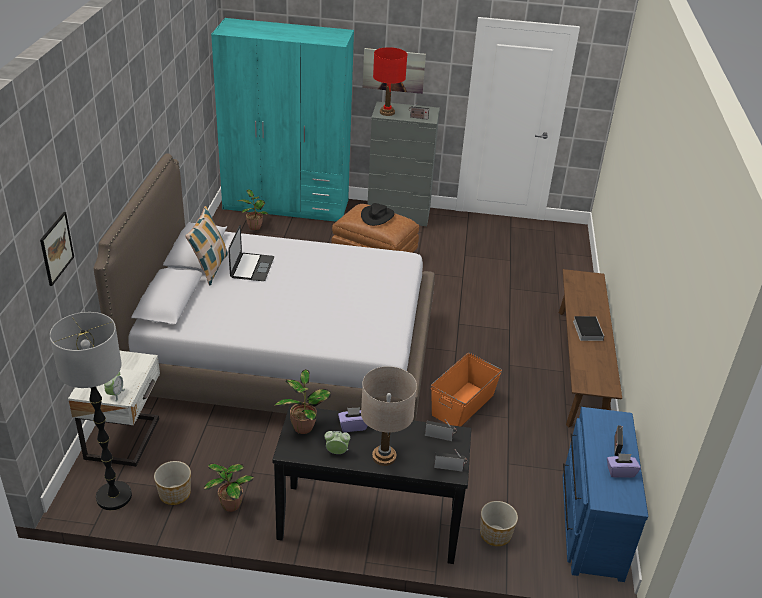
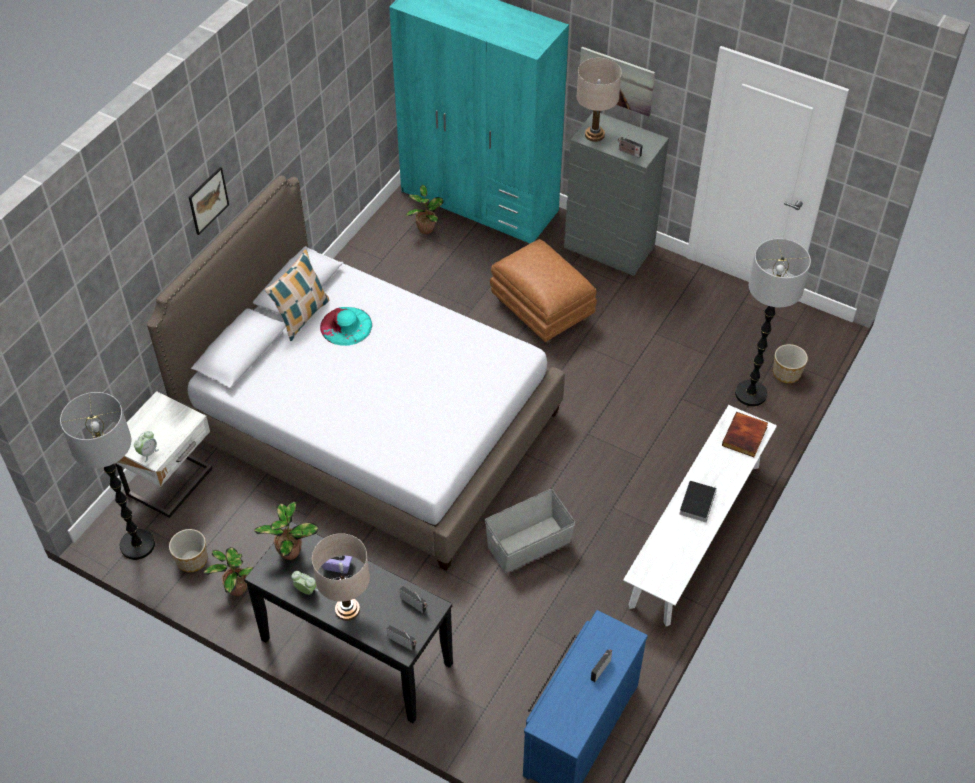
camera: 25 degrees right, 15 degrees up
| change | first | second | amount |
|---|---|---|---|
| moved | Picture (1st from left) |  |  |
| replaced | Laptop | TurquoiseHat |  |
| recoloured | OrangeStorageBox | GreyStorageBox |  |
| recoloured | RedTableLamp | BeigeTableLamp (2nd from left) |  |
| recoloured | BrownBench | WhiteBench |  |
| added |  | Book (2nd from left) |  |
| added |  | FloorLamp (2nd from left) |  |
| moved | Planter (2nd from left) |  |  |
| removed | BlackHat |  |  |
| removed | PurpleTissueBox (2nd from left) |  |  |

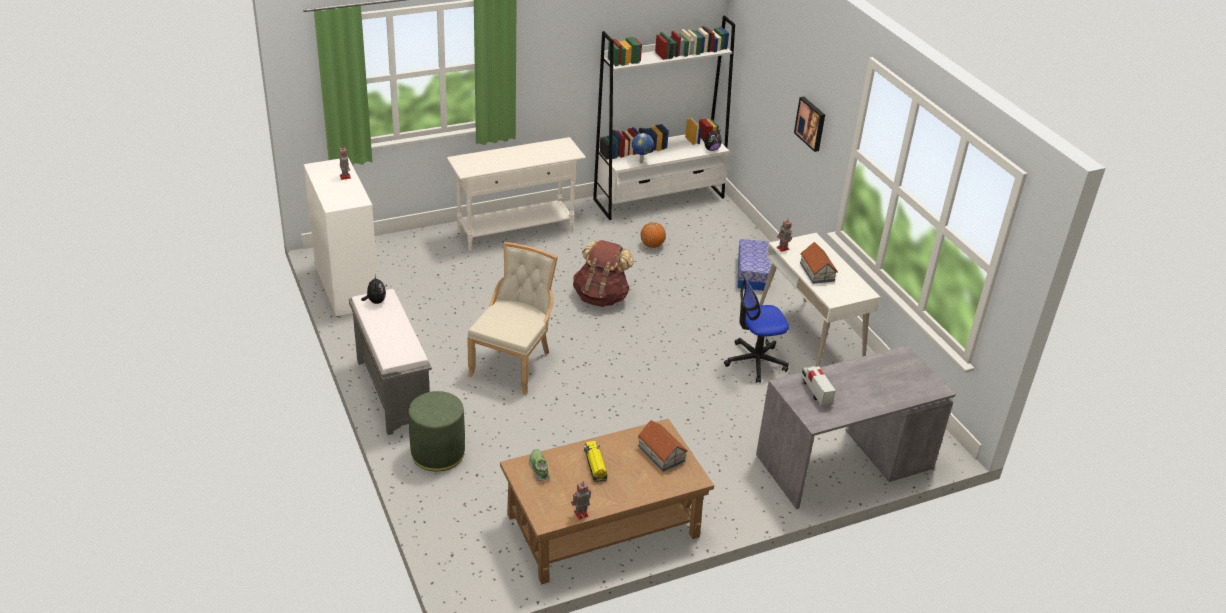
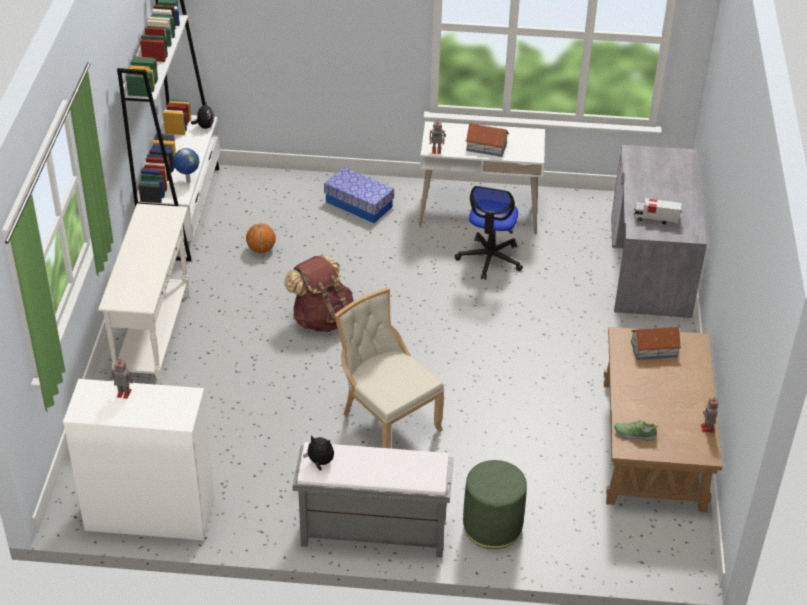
camera: 60 degrees left, 5 degrees up
| change | first | second | amount |
|---|---|---|---|
| removed | ToyTruck (1st from left) |  |  |
| removed | Picture |  |  |

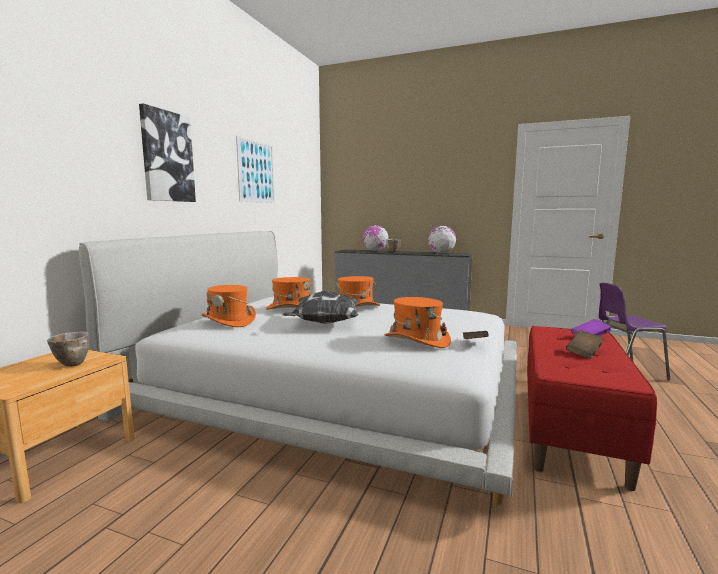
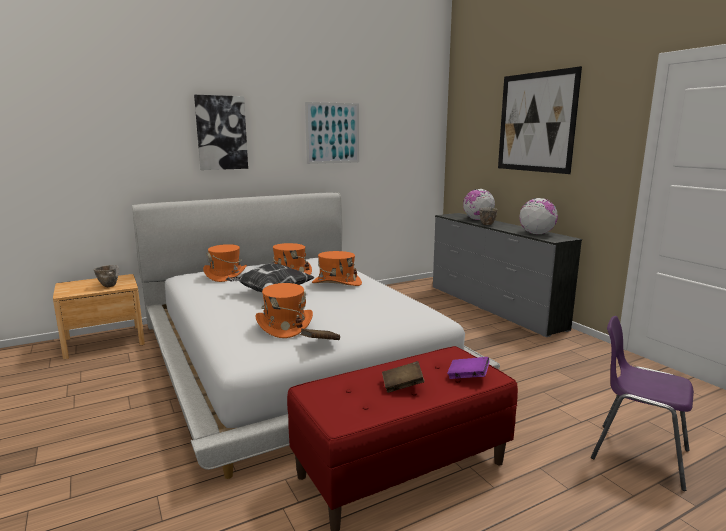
camera: 40 degrees right, 5 degrees up
| change | first | second | amount |
|---|---|---|---|
| added |  | Picture (3rd from left) |  |

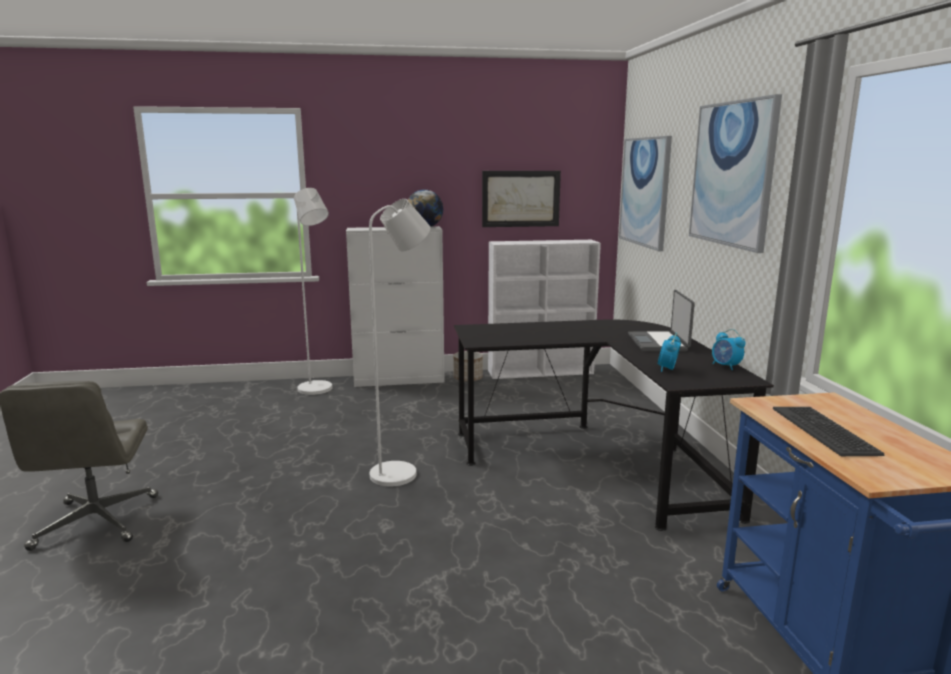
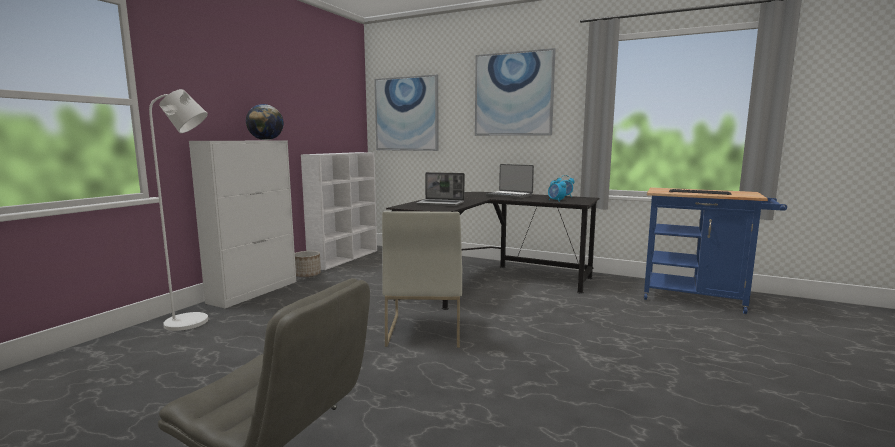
camera: 55 degrees left, 5 degrees down
| change | first | second | amount |
|---|---|---|---|
| replaced | WhiteFloorLamp (2nd from left) | WhiteChair |  |
| added |  | Laptop (1st from left) |  |
| removed | Picture (1st from left) |  |  |

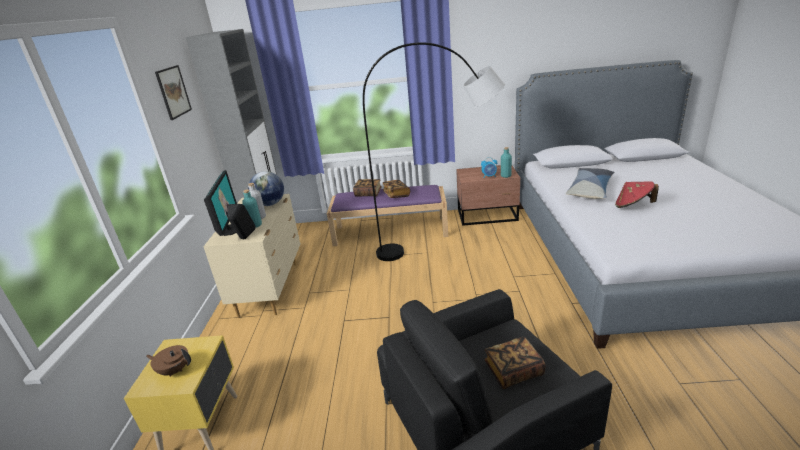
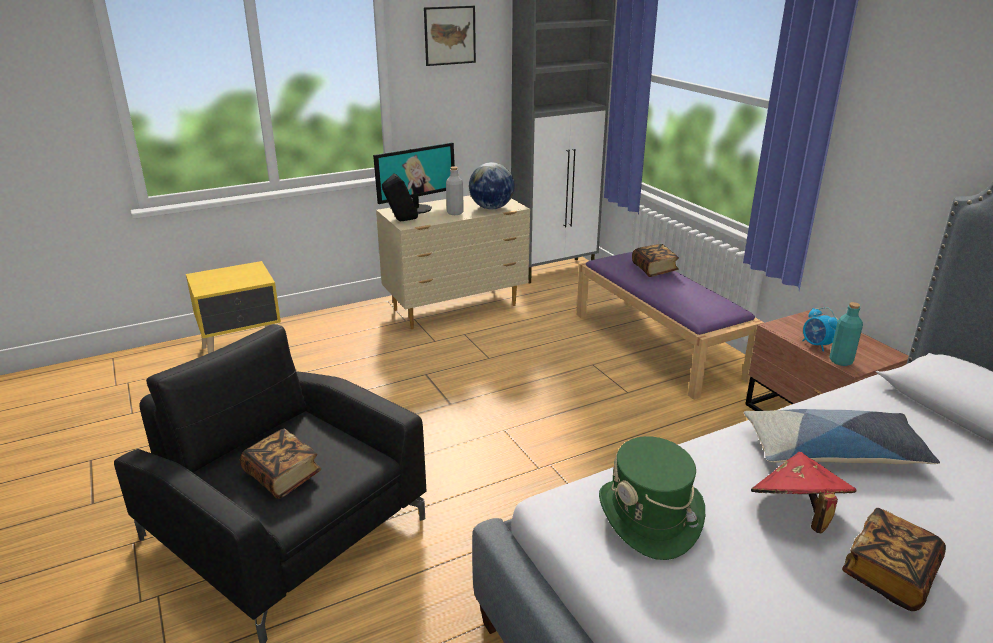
camera: 60 degrees right, 0 degrees up
| change | first | second | amount |
|---|---|---|---|
| added |  | GreenHat |  |
| moved | Book (2nd from left in the first image) | Book (3rd from left) |  |
| removed | BrownTeapot |  |  |
| removed | TurquoiseBottle (1st from left) |  |  |
| removed | GreyFloorLamp |  |  |

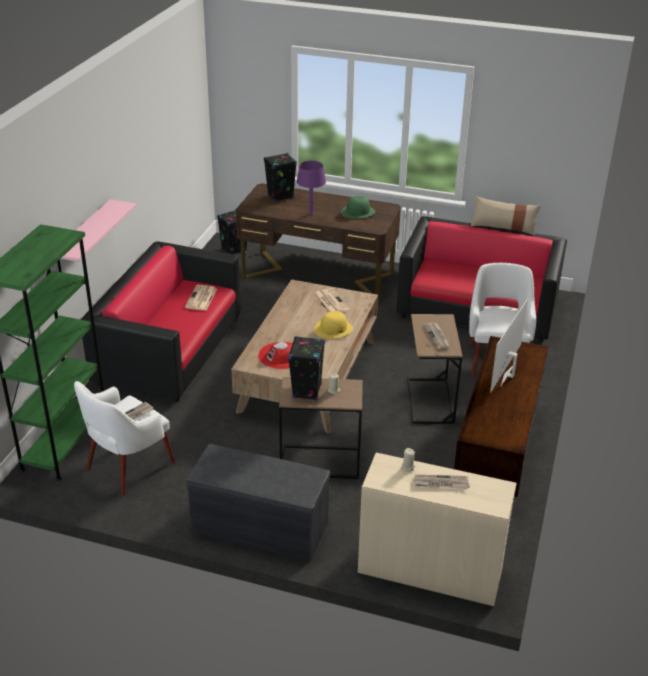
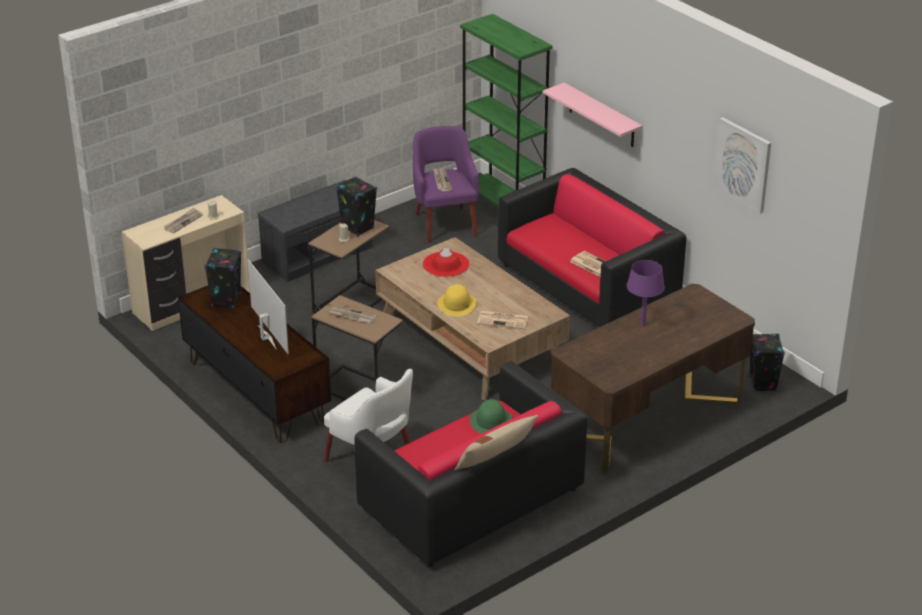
camera: 125 degrees right, 0 degrees up
| change | first | second | amount |
|---|---|---|---|
| moved | BlackSpeaker (2nd from left in the first image) | BlackSpeaker (1st from left) |  |
| recoloured | WhiteArmchair (1st from left) | PurpleArmchair |  |
| moved | GreenHat |  |  |
| added |  | Picture |  |

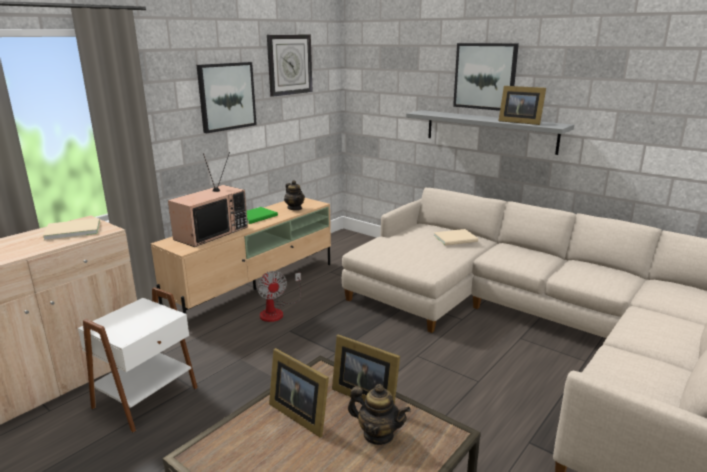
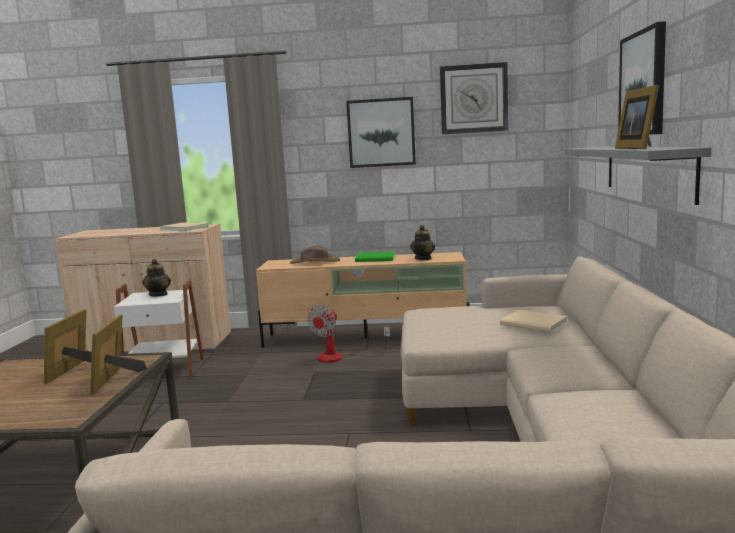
camera: 55 degrees right, 10 degrees down
| change | first | second | amount |
|---|---|---|---|
| moved | Teapot (2nd from left in the first image) | Teapot (1st from left) |  |
| replaced | Television | BrownHat |  |

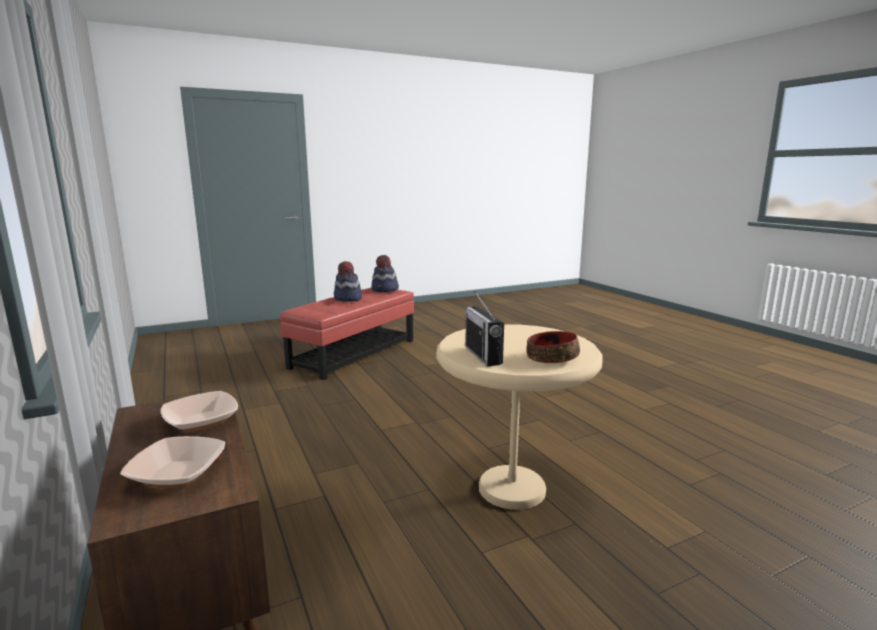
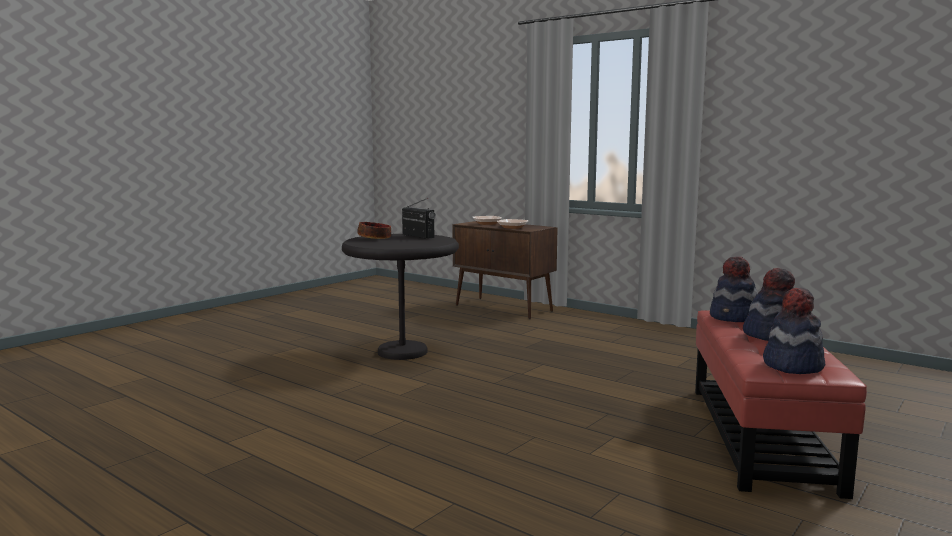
camera: 155 degrees right, 5 degrees down
| change | first | second | amount |
|---|---|---|---|
| recoloured | BeigeSideTable | BlackSideTable |  |
| added |  | Hat (1st from left) |  |

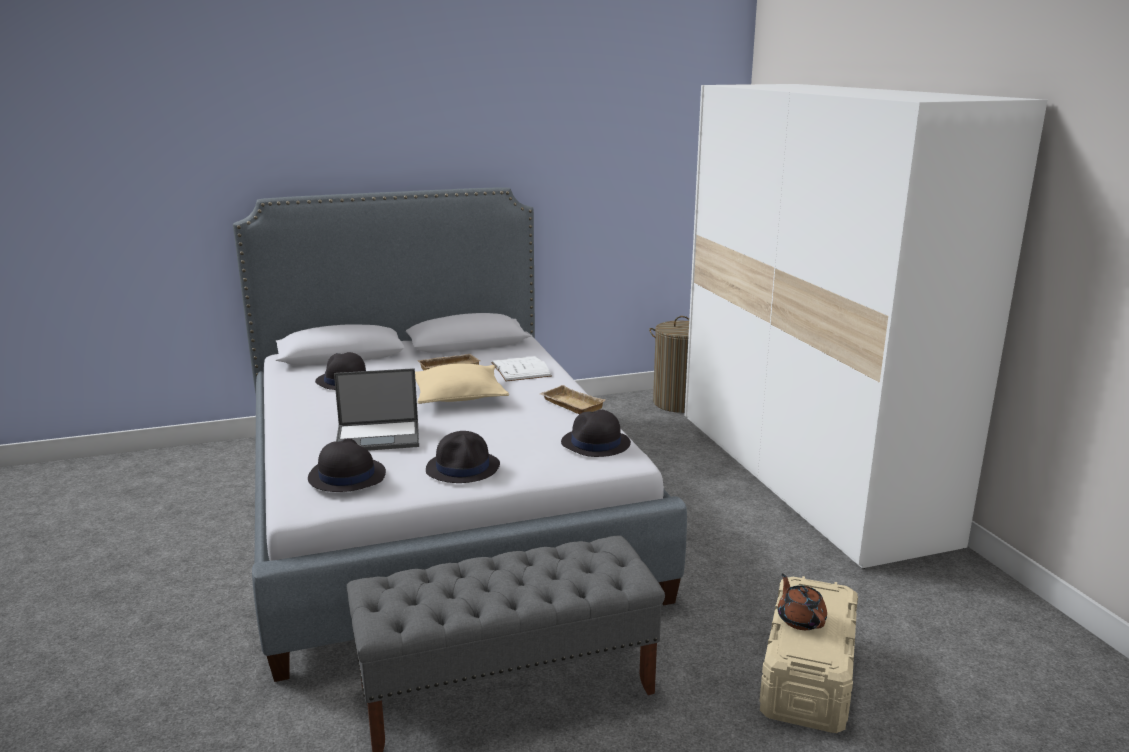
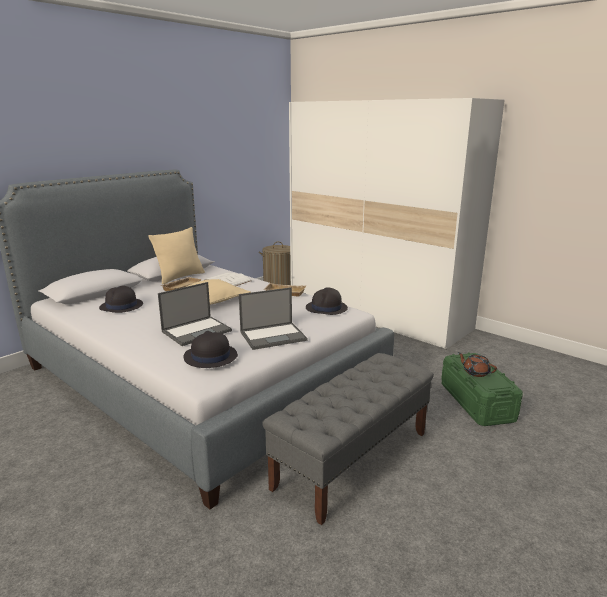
camera: 30 degrees left, 0 degrees up
| change | first | second | amount |
|---|---|---|---|
| added |  | BeigePillow (1st from left) |  |
| replaced | BlackHat (3rd from left) | Laptop (2nd from left) |  |
| recoloured | BeigeStorageBox | GreenStorageBox |  |

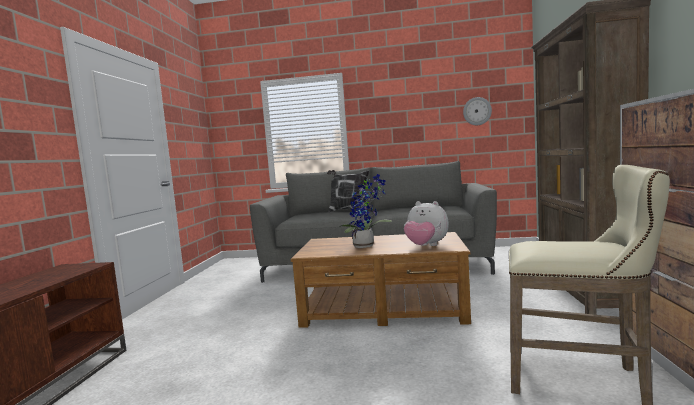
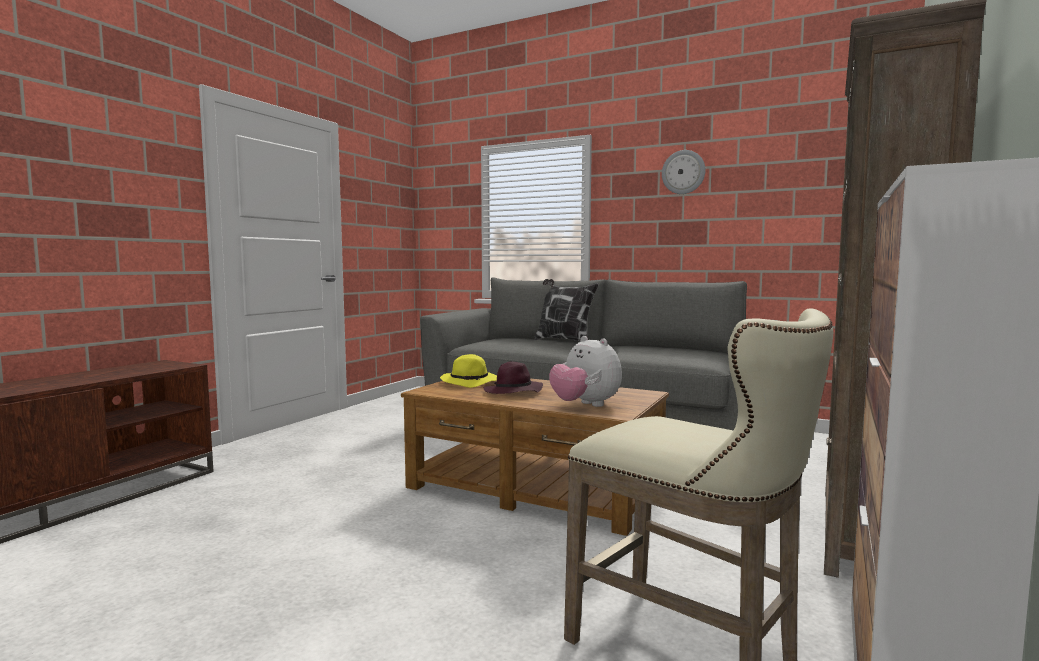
camera: 20 degrees right, 0 degrees up
| change | first | second | amount |
|---|---|---|---|
| added |  | YellowHat |  |
| replaced | PottedPlant | PurpleHat |  |
| moved | WallClock |  |  |

